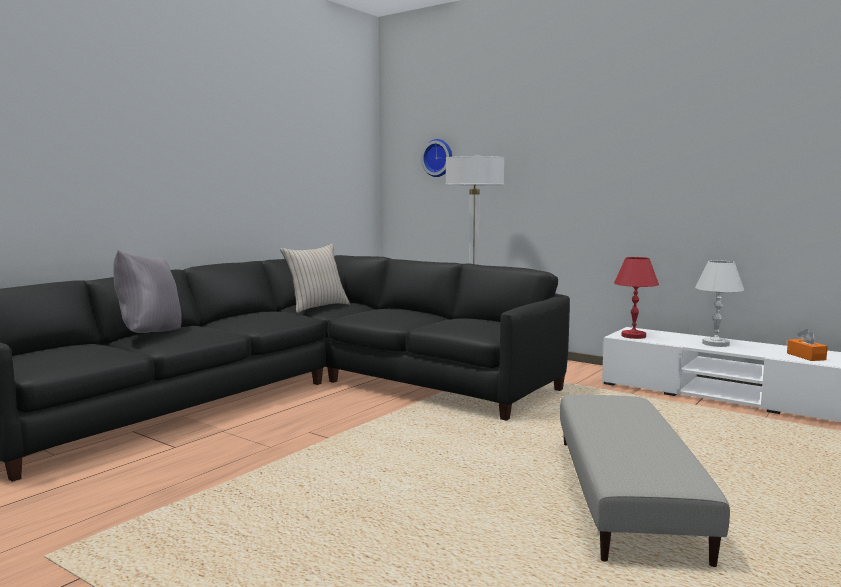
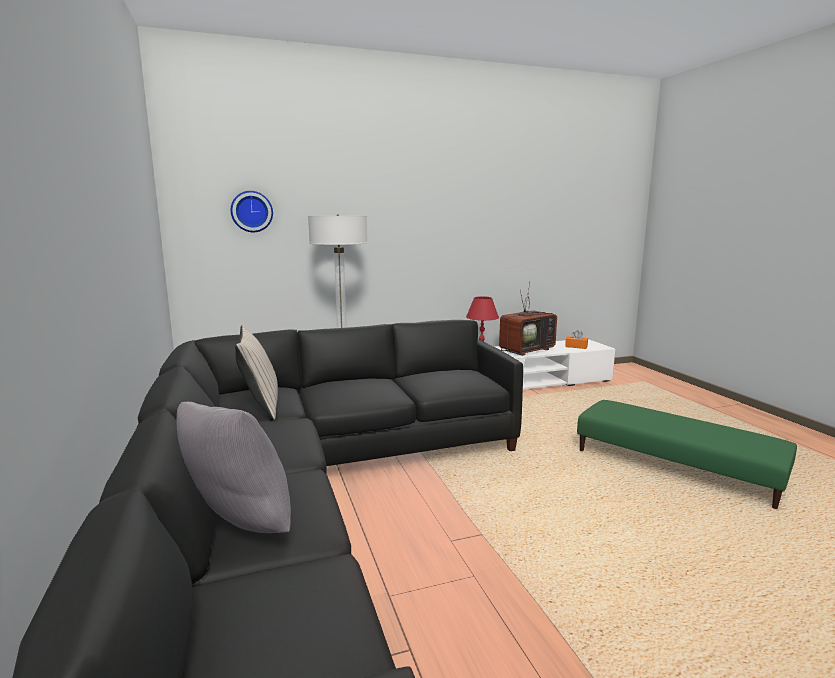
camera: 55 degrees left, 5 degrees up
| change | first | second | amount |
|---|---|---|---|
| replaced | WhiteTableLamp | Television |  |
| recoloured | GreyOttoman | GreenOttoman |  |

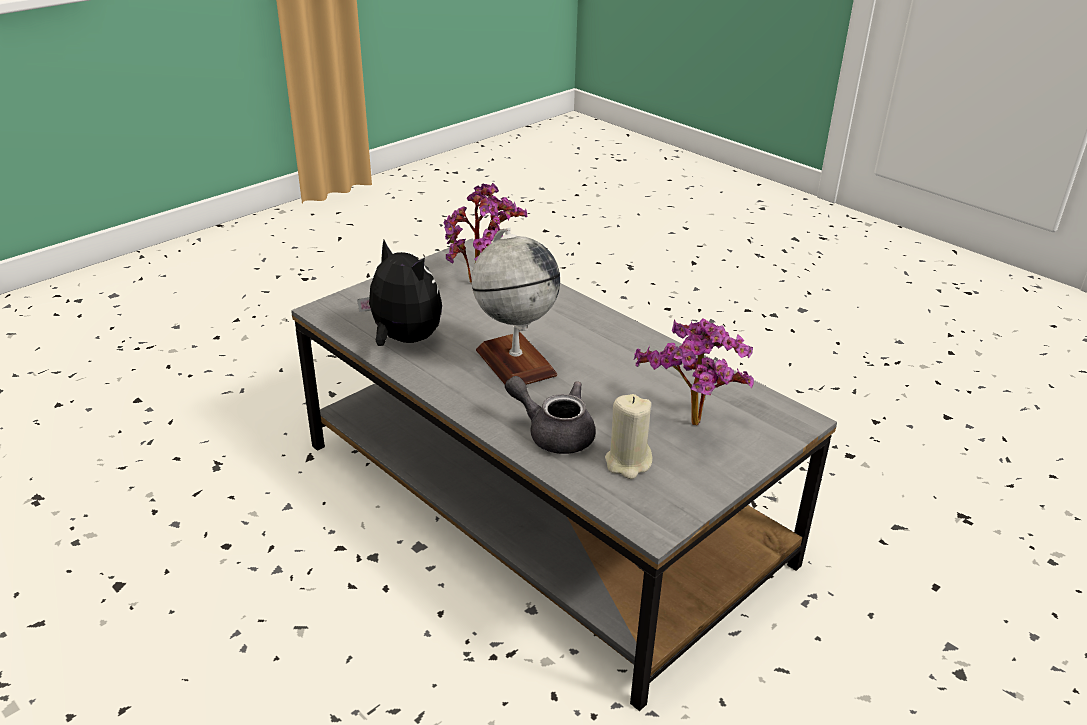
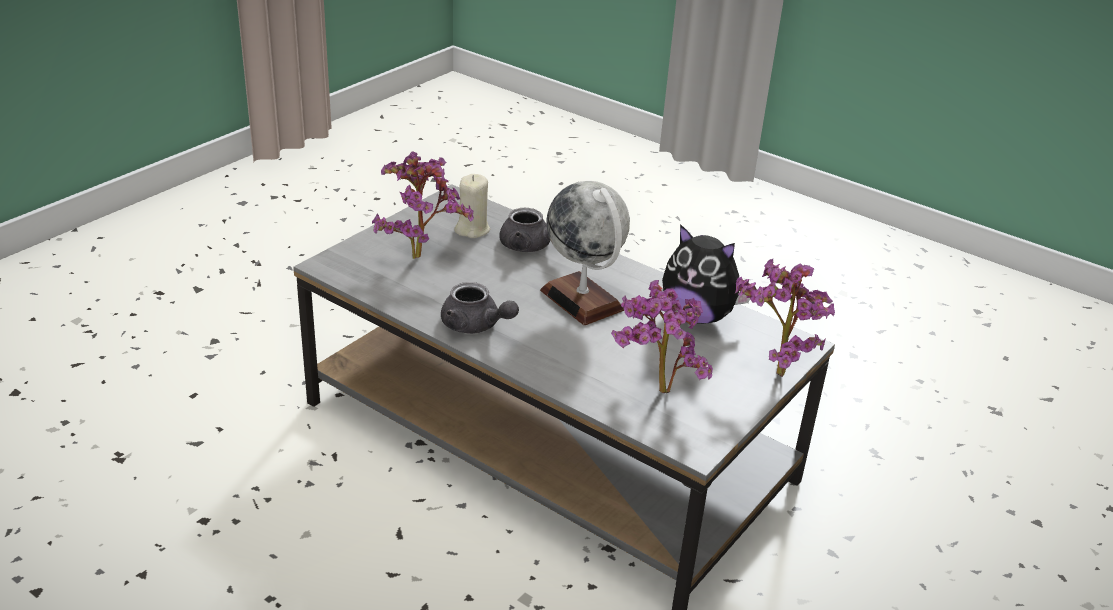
camera: 170 degrees right, 0 degrees up
| change | first | second | amount |
|---|---|---|---|
| added |  | GreyTeapot (1st from left) |  |
| added |  | PottedPlant (3rd from left) |  |

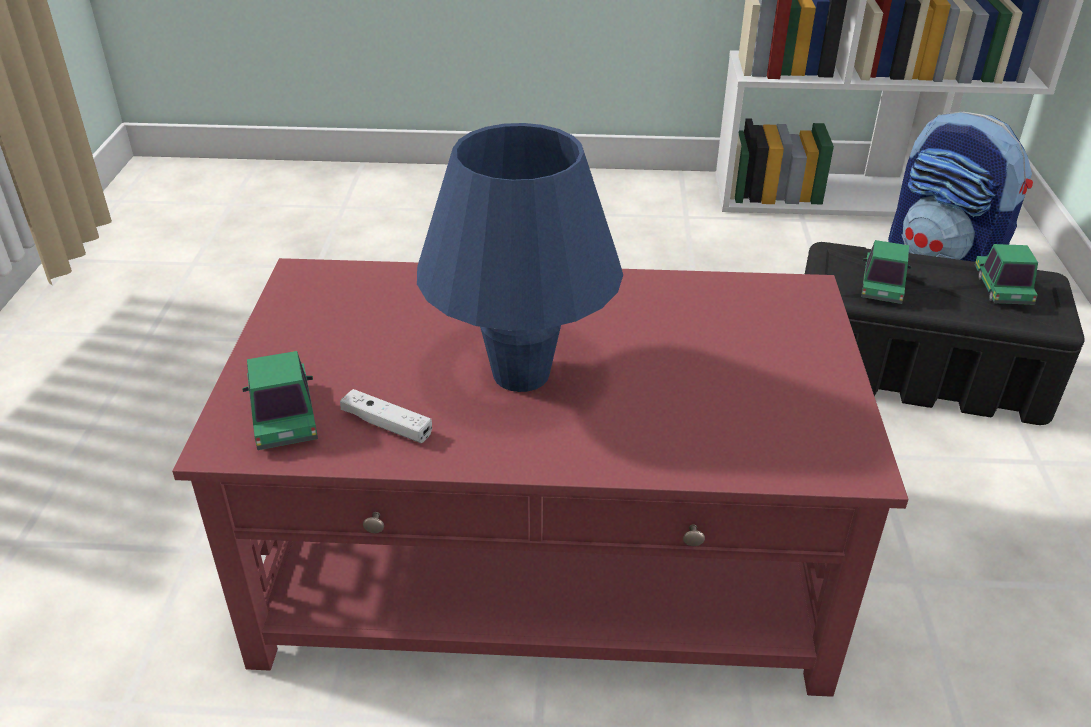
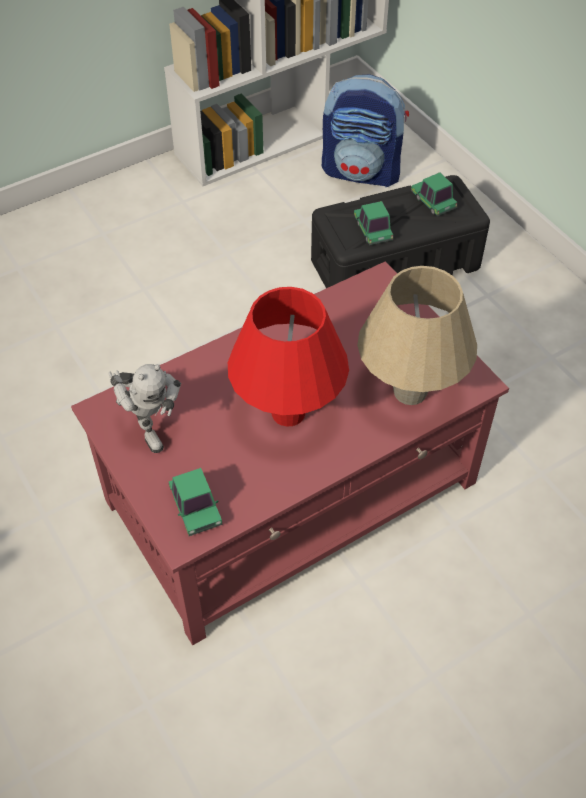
camera: 35 degrees left, 15 degrees up
| change | first | second | amount |
|---|---|---|---|
| added |  | ToyRobot |  |
| turned | ToyCar (1st from left) |  | 150 degrees counterclockwise |
| recoloured | BlueTableLamp | RedTableLamp |  |
| added |  | BeigeTableLamp |  |
| removed | WhiteGameController |  |  |

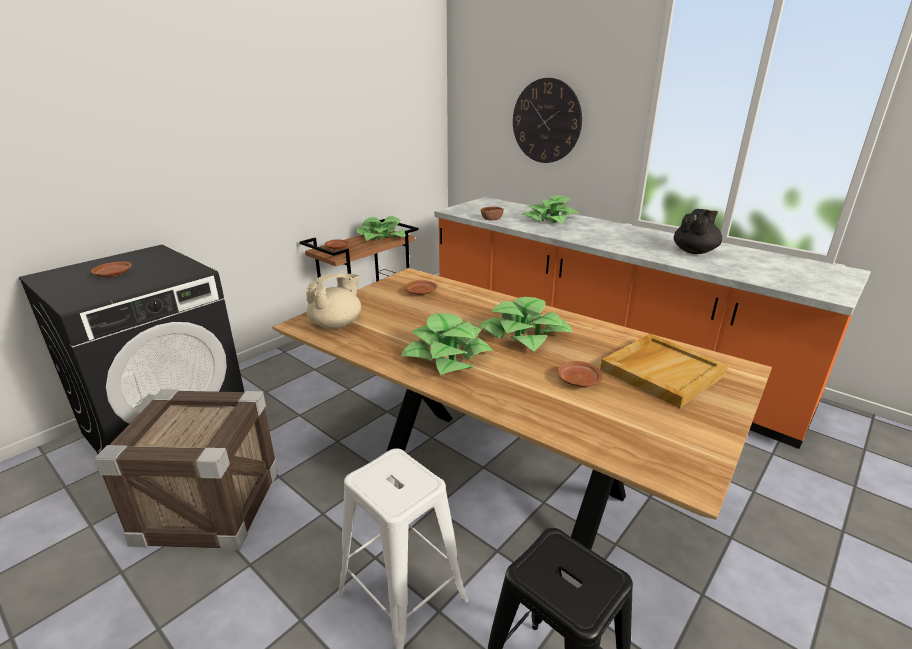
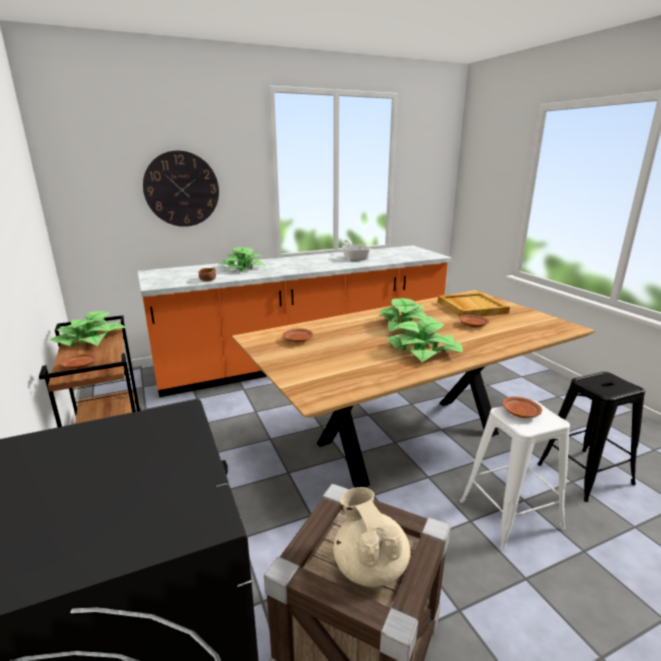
camera: 65 degrees left, 5 degrees down
| change | first | second | amount |
|---|---|---|---|
| moved | BeigeTeapot |  |  |
| replaced | BlackTeapot | FryingPan |  |
| moved | BrownPlate (1st from left in the first image) | BrownPlate (4th from left) |  |

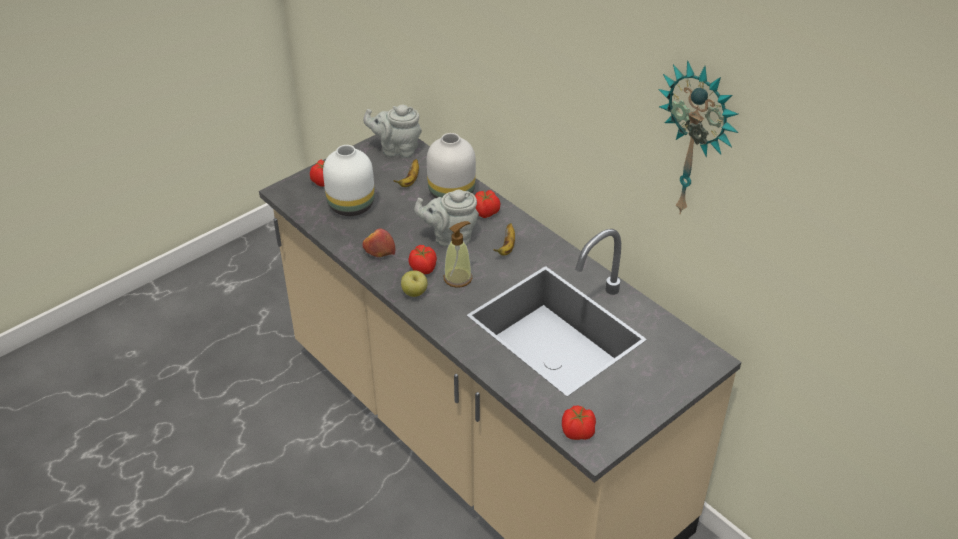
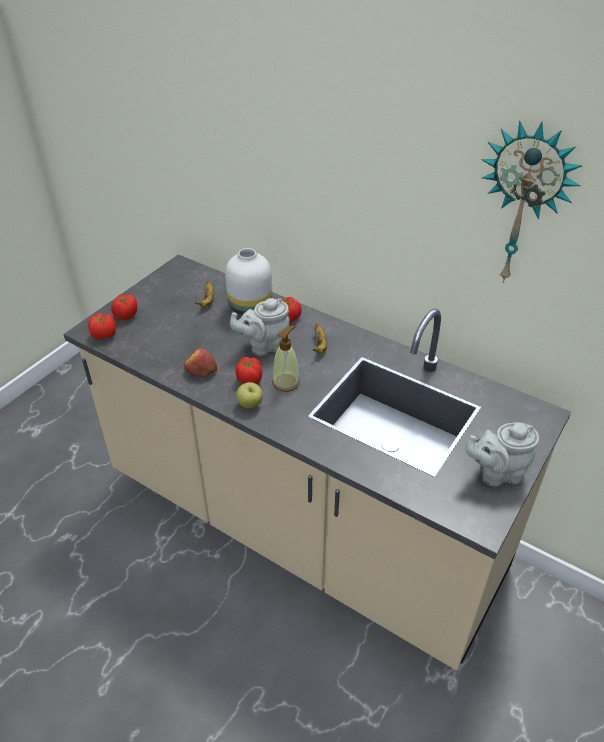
camera: 15 degrees left, 0 degrees up
| change | first | second | amount |
|---|---|---|---|
| moved | Tomato (4th from left in the first image) | Tomato (1st from left) |  |
| moved | GreyTeapot (1st from left in the first image) | GreyTeapot (2nd from left) |  |
| removed | WhiteVase (1st from left) |  |  |

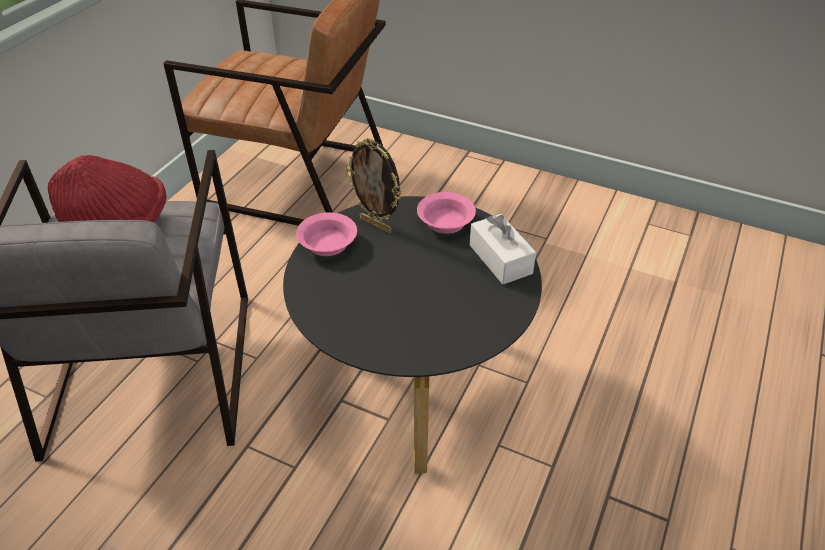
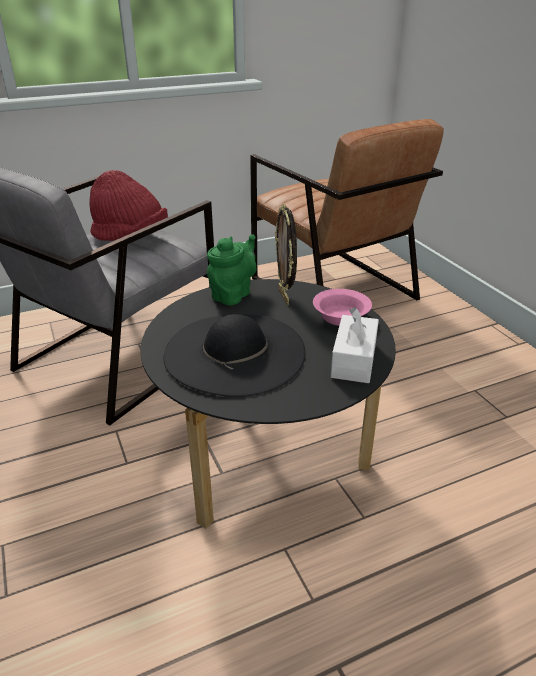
camera: 40 degrees right, 10 degrees down
| change | first | second | amount |
|---|---|---|---|
| added |  | BlackHat |  |
| replaced | PinkBowl (1st from left) | GreenTeapot |  |

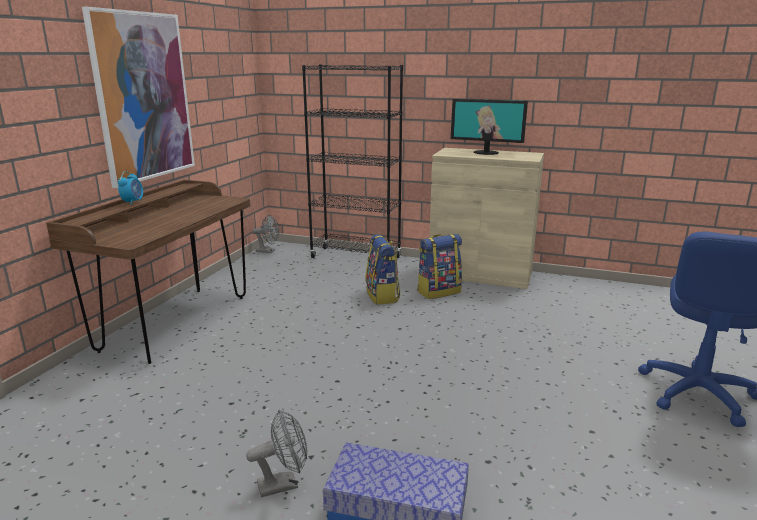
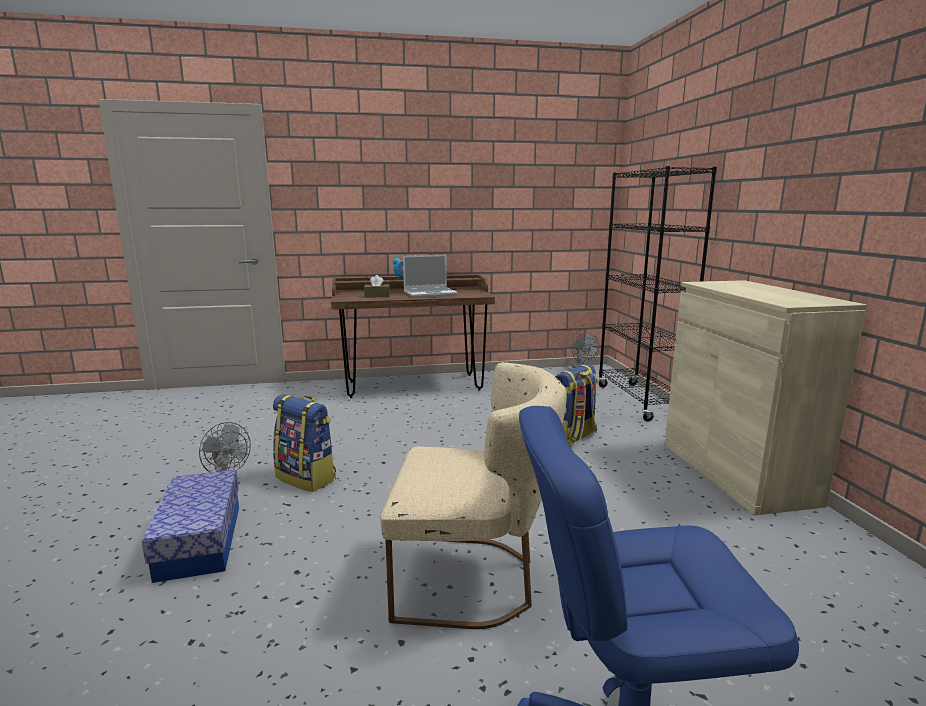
camera: 60 degrees right, 5 degrees down
| change | first | second | amount |
|---|---|---|---|
| moved | Backpack (2nd from left in the first image) | Backpack (1st from left) |  |
| added |  | BrownTissueBox |  |
| added |  | BeigeChair |  |
| added |  | Laptop |  |
| removed | Picture |  |  |
| removed | Monitor |  |  |

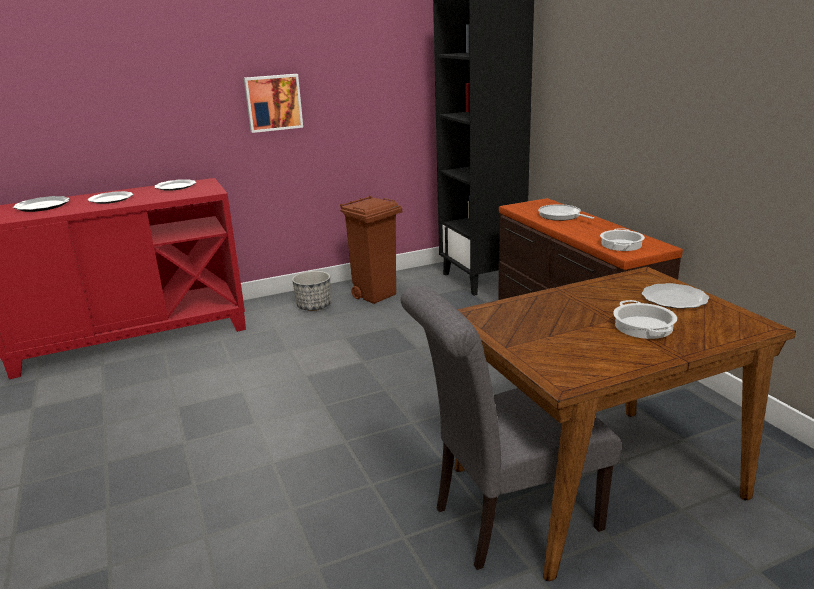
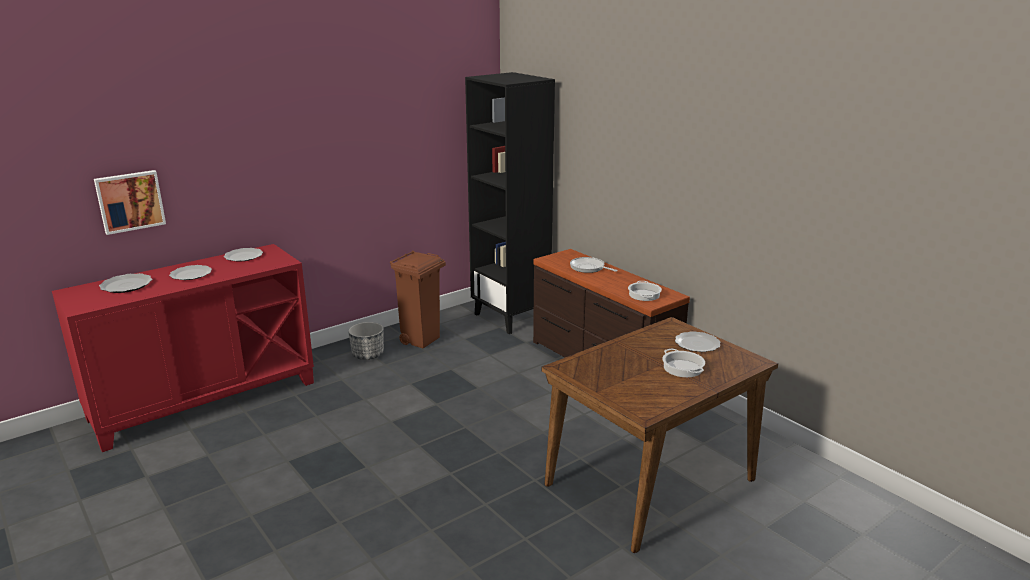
camera: 15 degrees left, 0 degrees up
| change | first | second | amount |
|---|---|---|---|
| moved | Picture |  |  |
| removed | GreyChair |  |  |

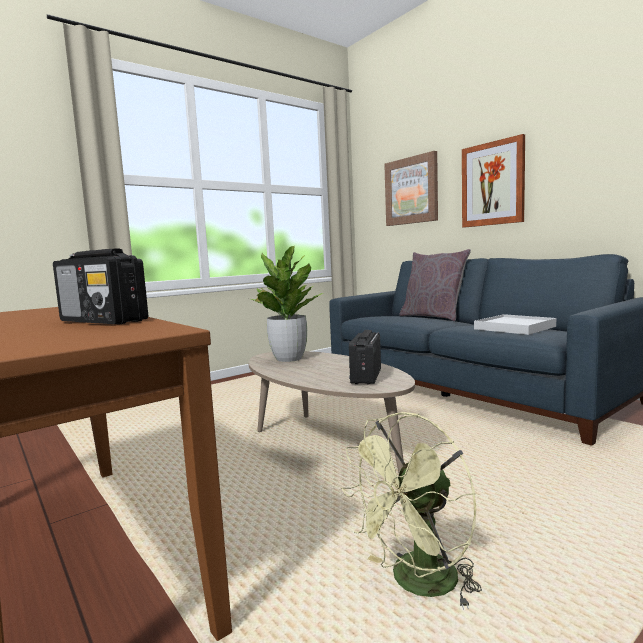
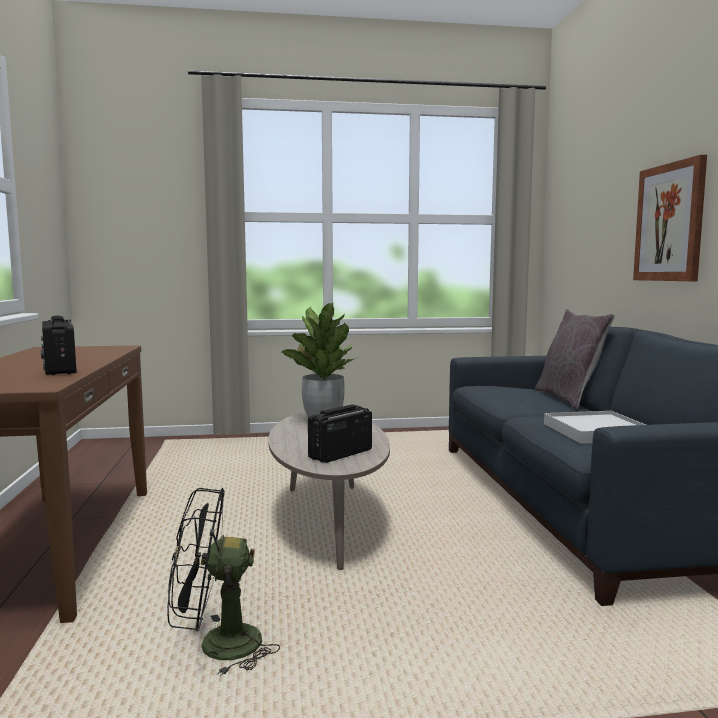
camera: 30 degrees right, 0 degrees up
| change | first | second | amount |
|---|---|---|---|
| recoloured | GreenFan | BlackFan |  |
| removed | Picture (1st from left) |  |  |

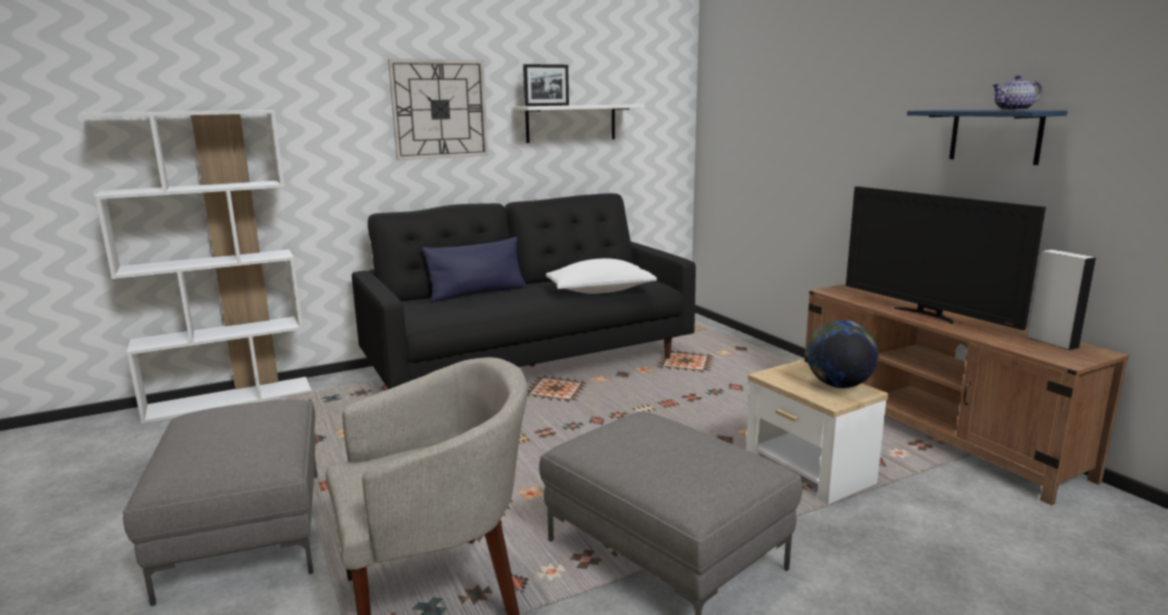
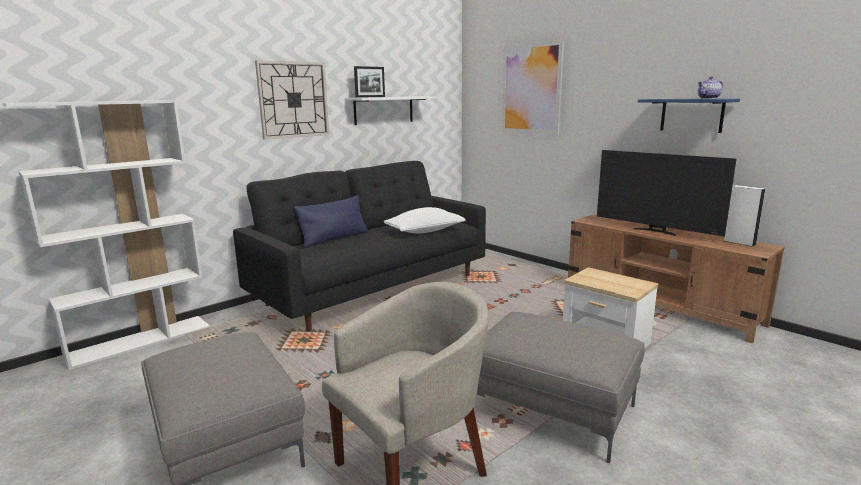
camera: 15 degrees left, 0 degrees up
| change | first | second | amount |
|---|---|---|---|
| added |  | Picture |  |
| removed | Globe |  |  |

